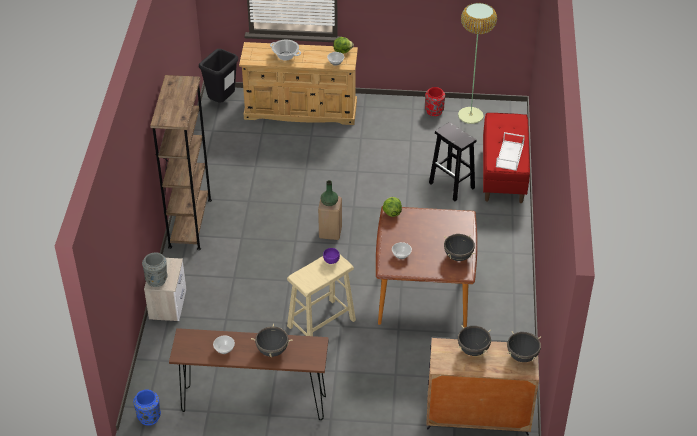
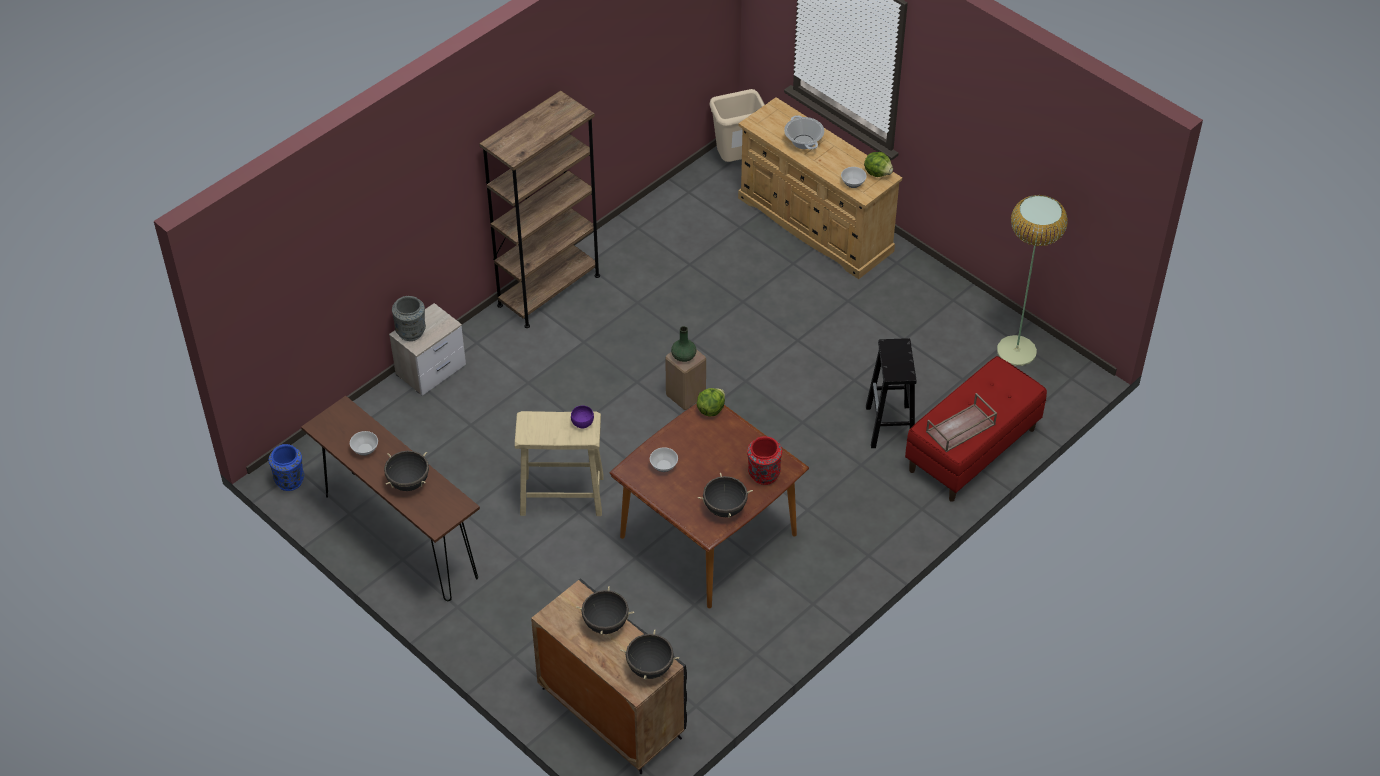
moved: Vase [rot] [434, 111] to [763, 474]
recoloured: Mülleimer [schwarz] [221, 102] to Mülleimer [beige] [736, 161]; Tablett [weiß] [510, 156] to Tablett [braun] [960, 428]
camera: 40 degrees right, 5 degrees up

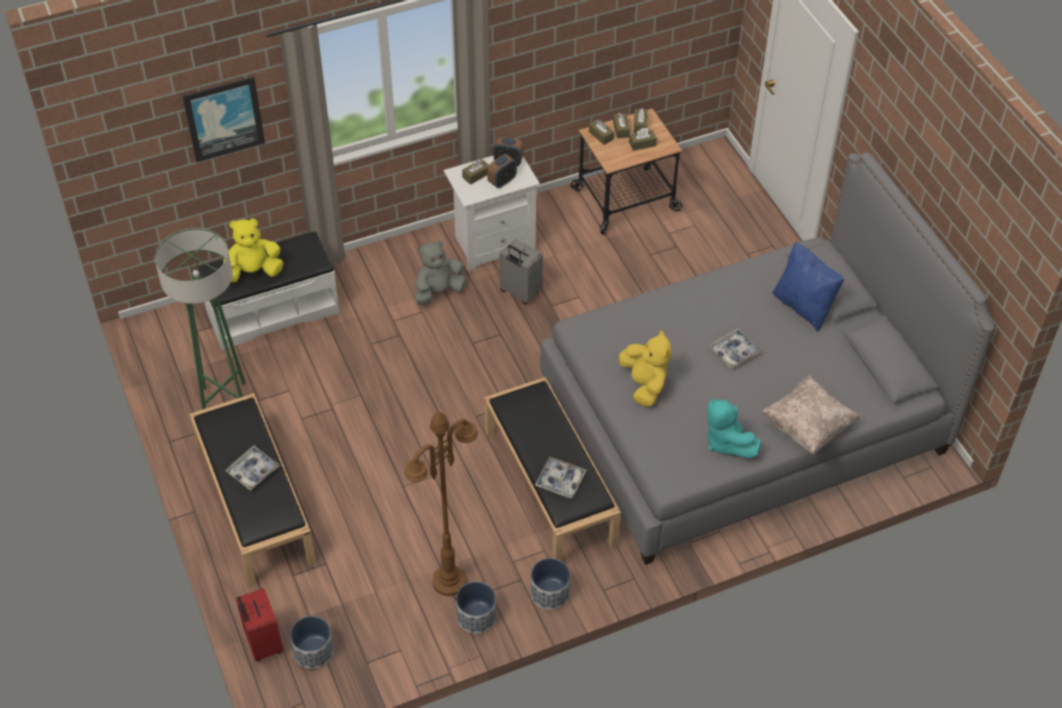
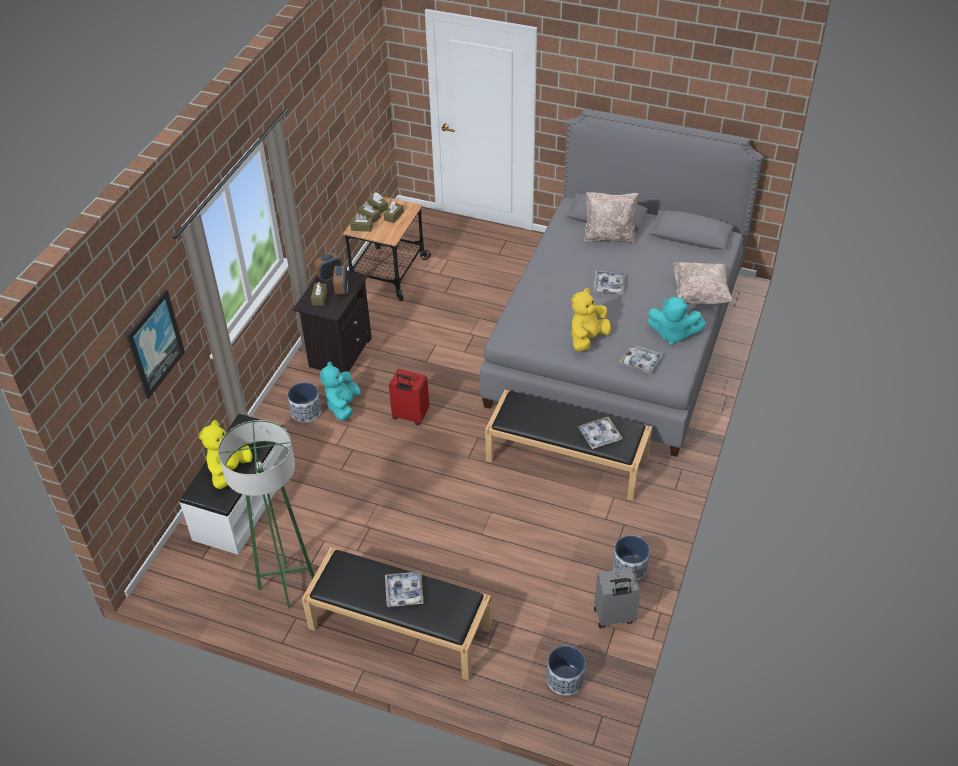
removed: Stehlampe [braun] [449, 581]
added: Tablett [640, 362]
moved: Pflanzkübel [550, 593] to [306, 412]; Koffer [rot] [262, 643] to [410, 416]; Koffer [grau] [519, 292] to [614, 617]
recoloured: Nachttisch [weiß] [493, 243] to Nachttisch [schwarz] [339, 353]; Plüschtier [grau] [438, 292] to Plüschtier [türkis] [343, 406]; Kissen [blau] [803, 306] to Kissen [beige] [609, 237]
turned: Plüschtier [gelb] [644, 385] = [587, 339] 75 degrees counterclockwise
camera: 45 degrees left, 5 degrees down

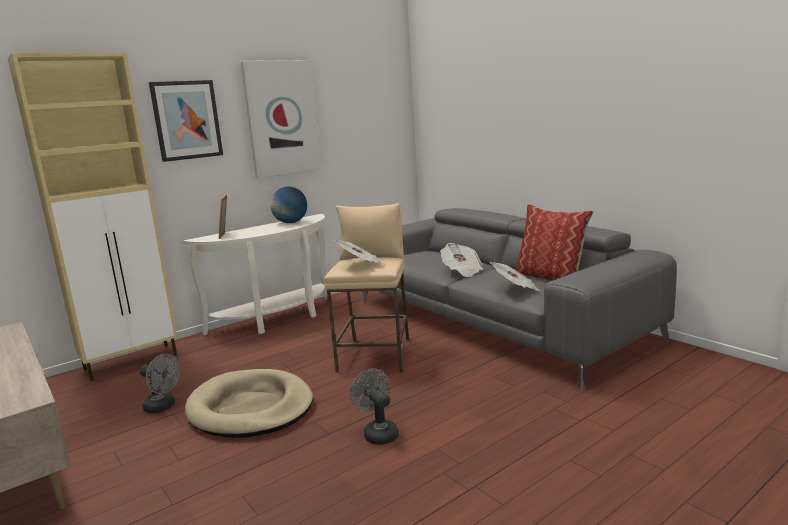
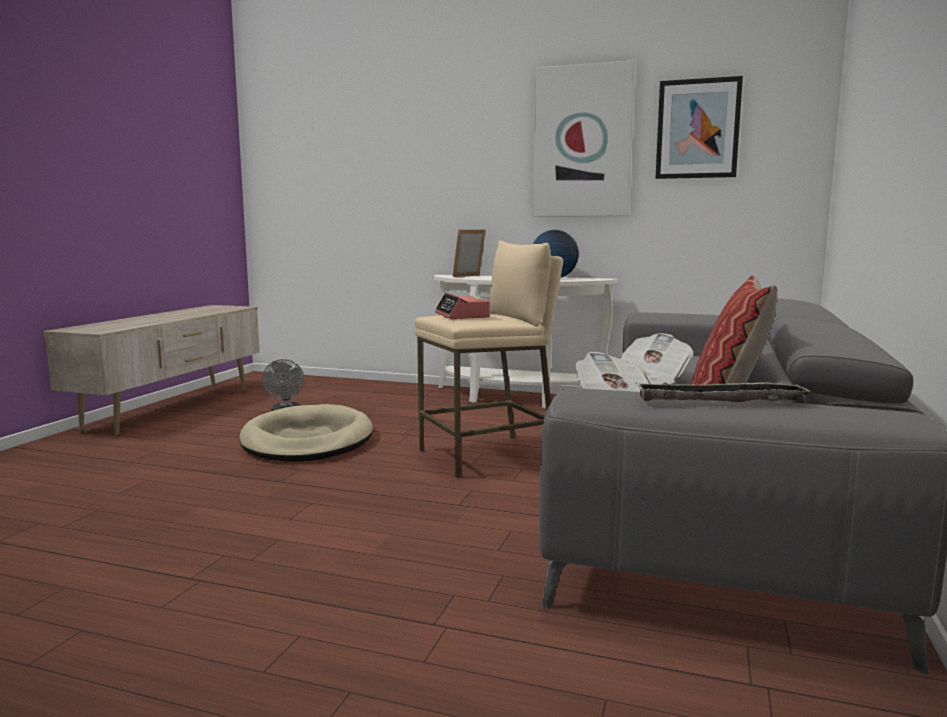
removed: Schrank [beige] [132, 362]; Ventilator [grau] [378, 433]
added: Tablett [719, 400]
moved: Bild [187, 120] to [697, 129]
replaced: Zeitung [361, 265] to Wecker [462, 316]
camera: 55 degrees right, 5 degrees down

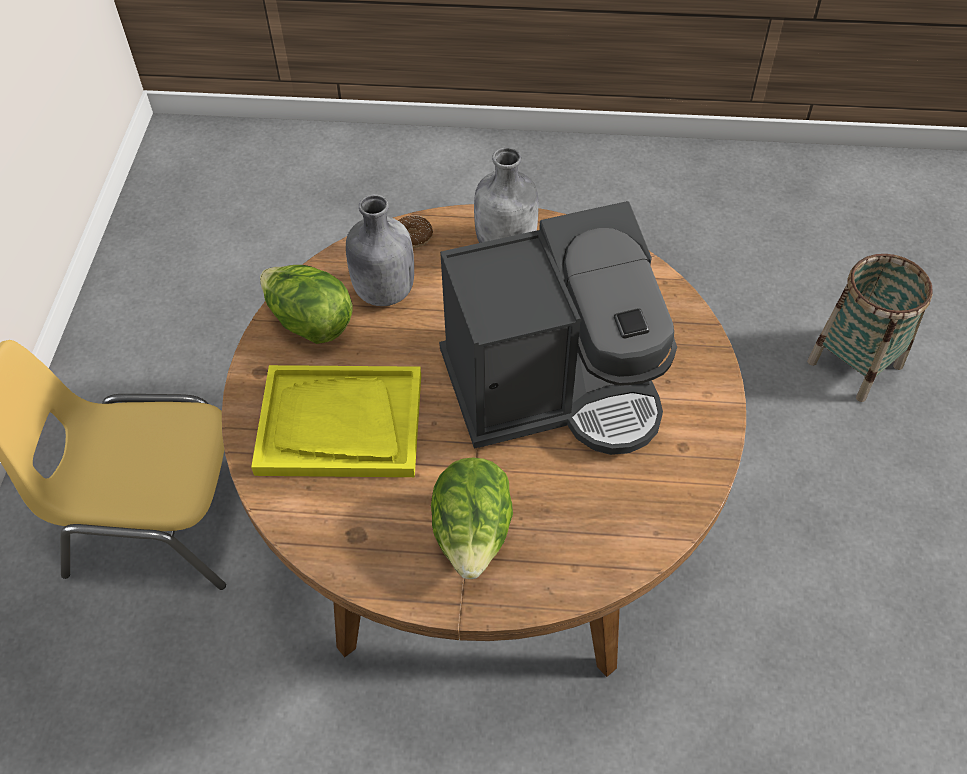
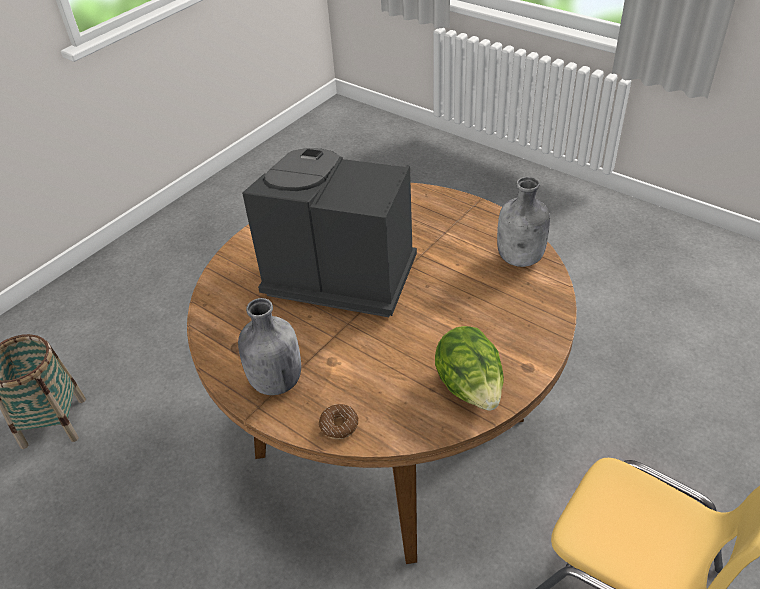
removed: Tablett [gelb] [339, 424]; Salatkopf [473, 535]
moved: Flasche [grau] [383, 292] to [521, 258]
camera: 145 degrees left, 10 degrees down

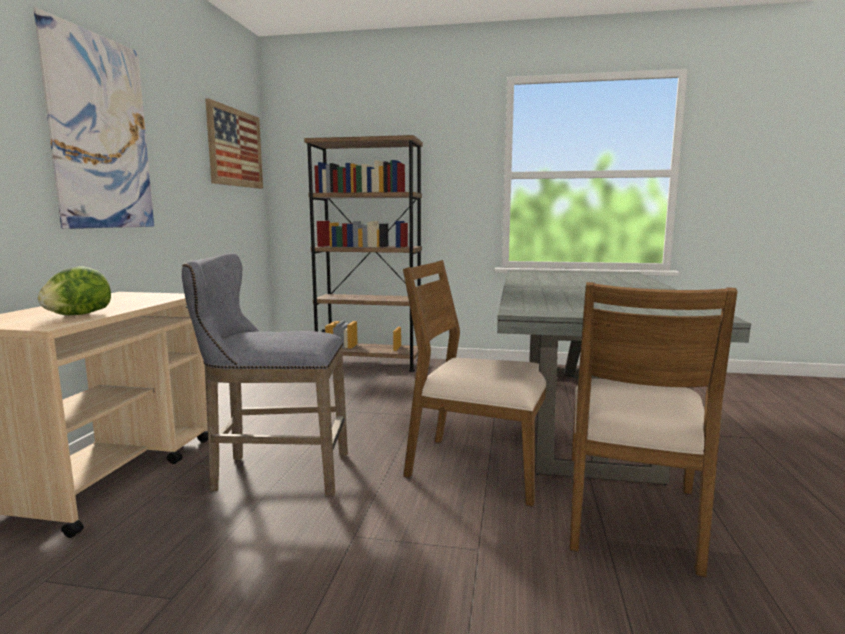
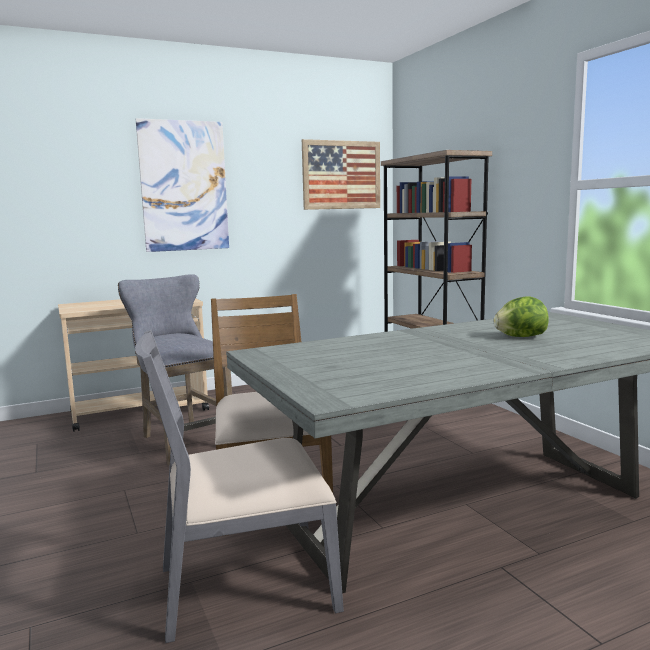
moved: Salatkopf [78, 315] to [520, 337]
recoloured: Stuhl [braun] [631, 517] to Stuhl [grau] [245, 585]
camera: 55 degrees right, 0 degrees up

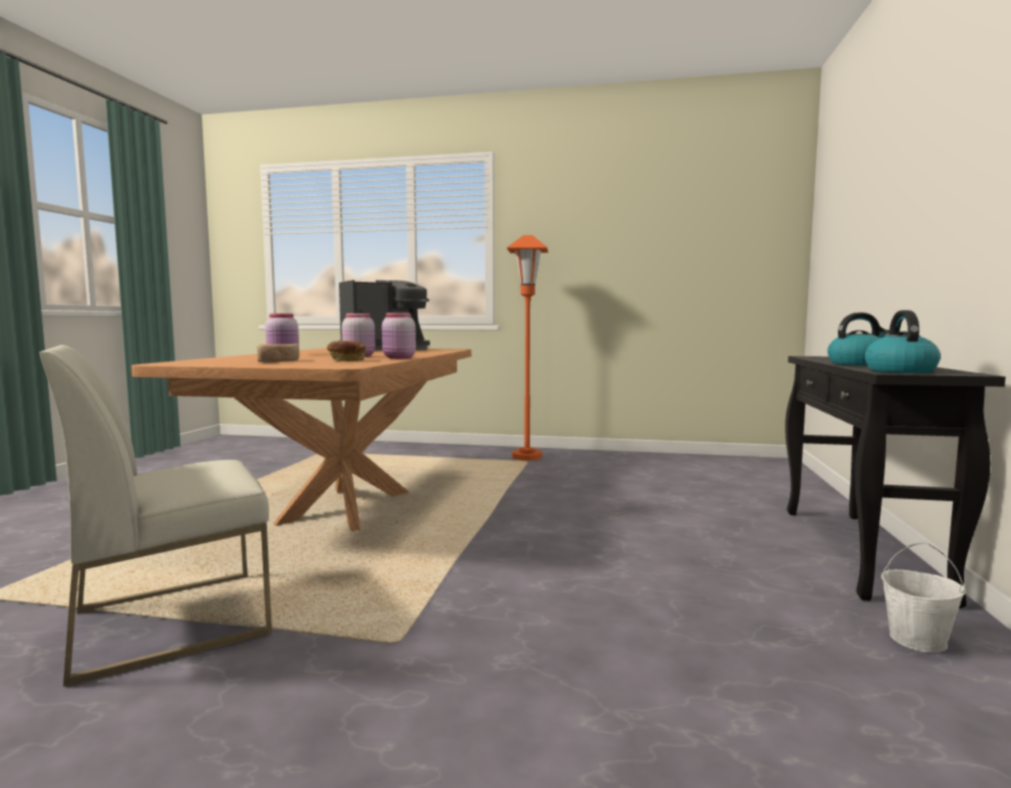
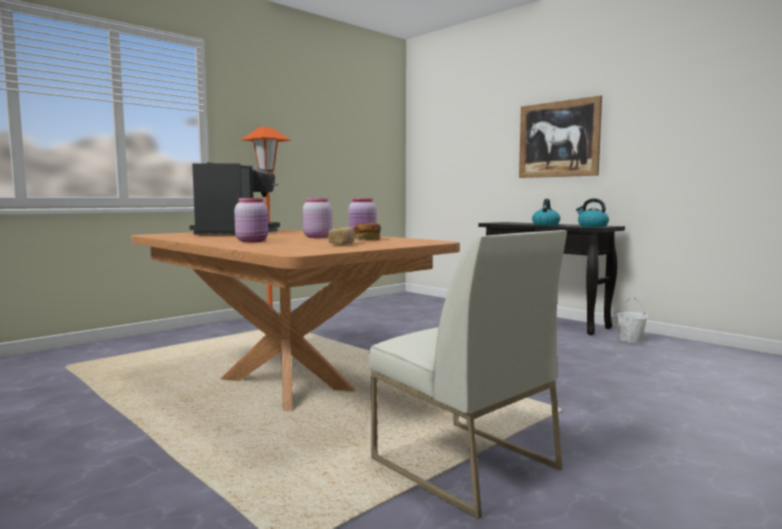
added: Bild [558, 139]
turned: Stuhl [weiß] [173, 621] = [463, 464] 45 degrees counterclockwise
camera: 55 degrees left, 0 degrees up

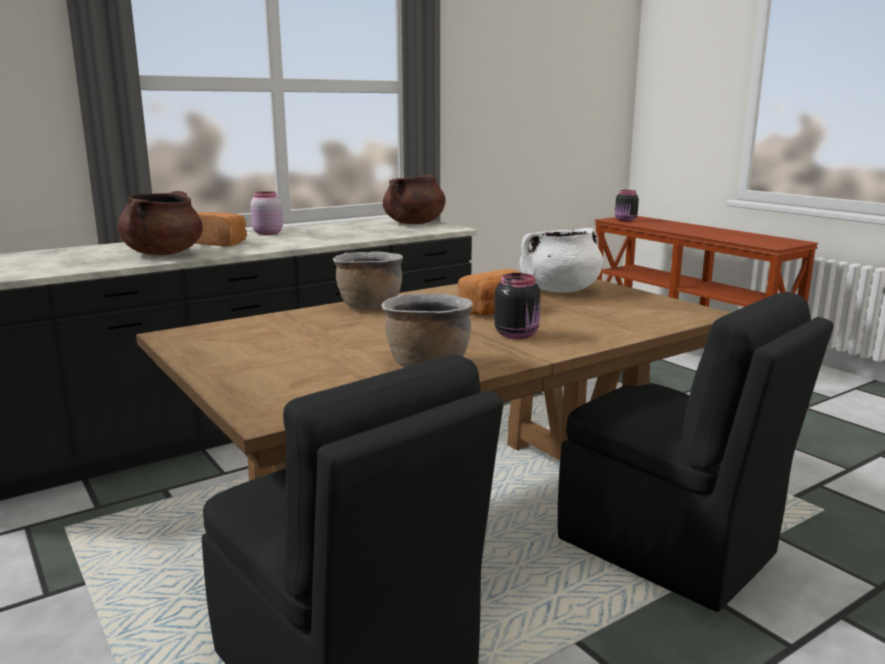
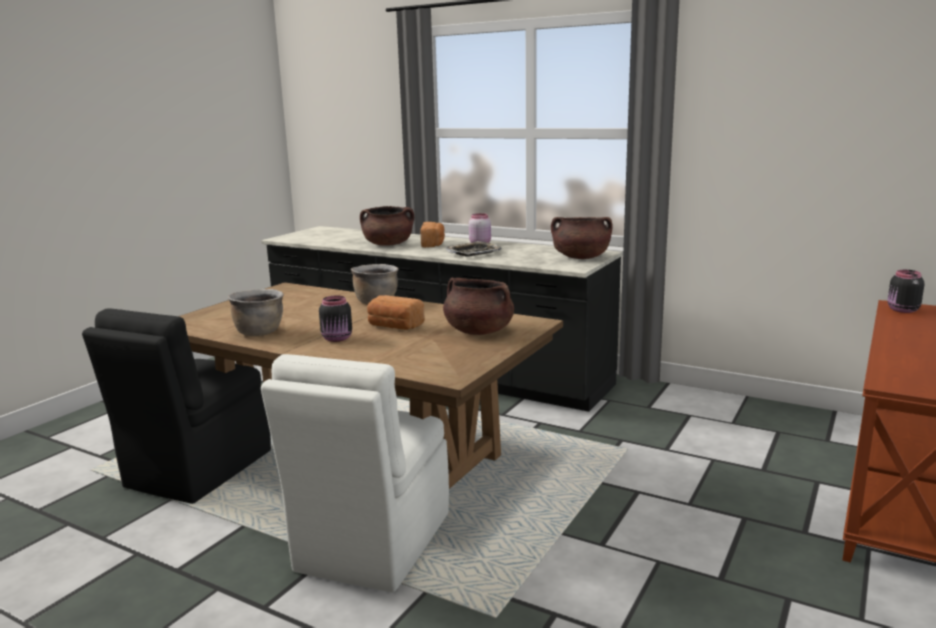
added: Tablett [473, 253]
recoloured: Stuhl [schwarz] [670, 549] to Stuhl [weiß] [371, 544]; Kochtopf [weiß] [559, 290] to Kochtopf [braun] [478, 331]
camera: 65 degrees right, 0 degrees up

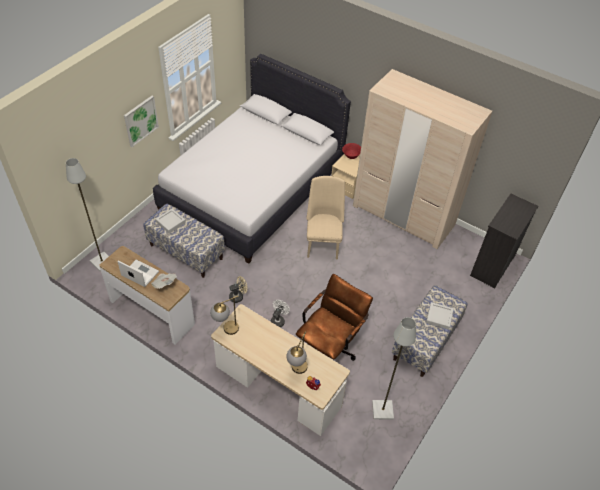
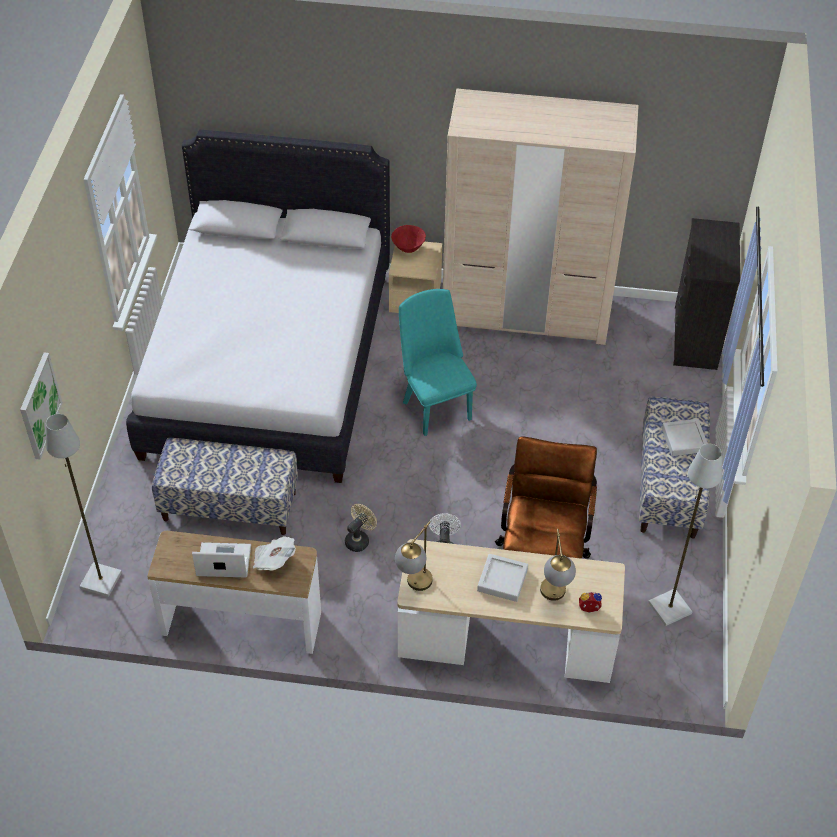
moved: Bild [140, 120] to [39, 405]; Tablett [grau] [170, 222] to [502, 580]
recoloured: Stuhl [beige] [322, 244] to Stuhl [türkis] [434, 406]
camera: 25 degrees left, 0 degrees up

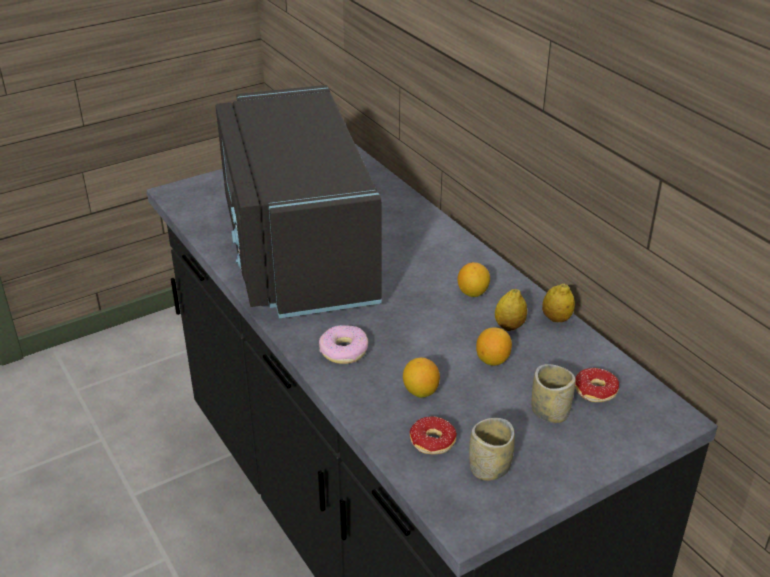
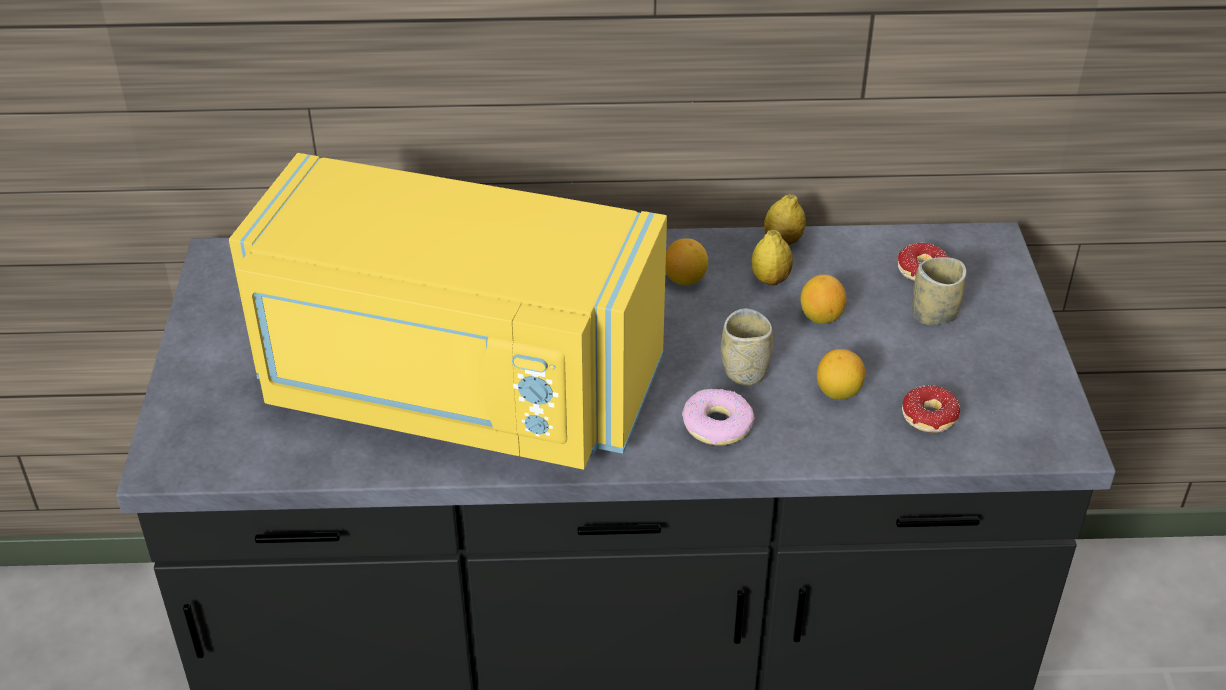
moved: Tasse [489, 468] to [744, 371]
recoloured: Mikrowelle [schwarz] [295, 250] to Mikrowelle [gelb] [455, 390]
camera: 60 degrees left, 5 degrees up

